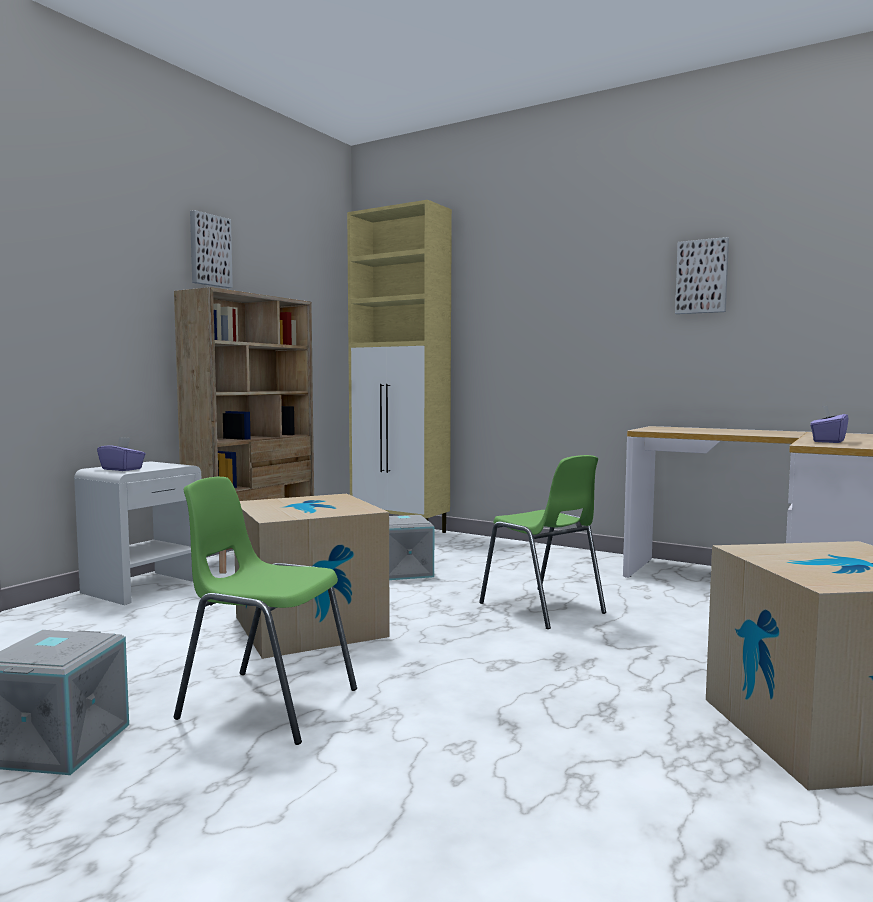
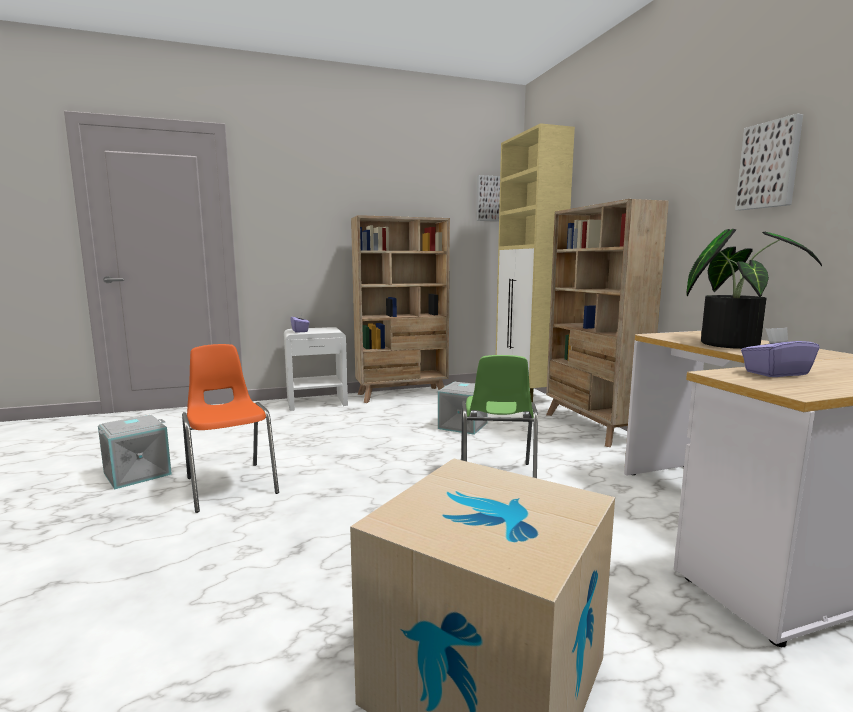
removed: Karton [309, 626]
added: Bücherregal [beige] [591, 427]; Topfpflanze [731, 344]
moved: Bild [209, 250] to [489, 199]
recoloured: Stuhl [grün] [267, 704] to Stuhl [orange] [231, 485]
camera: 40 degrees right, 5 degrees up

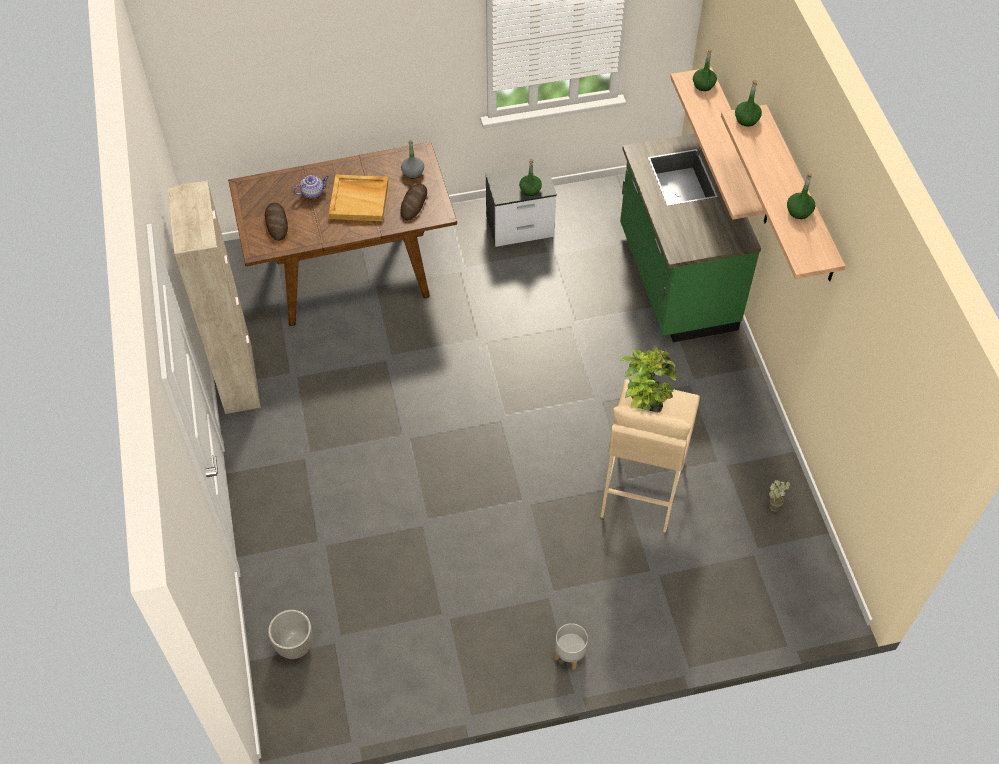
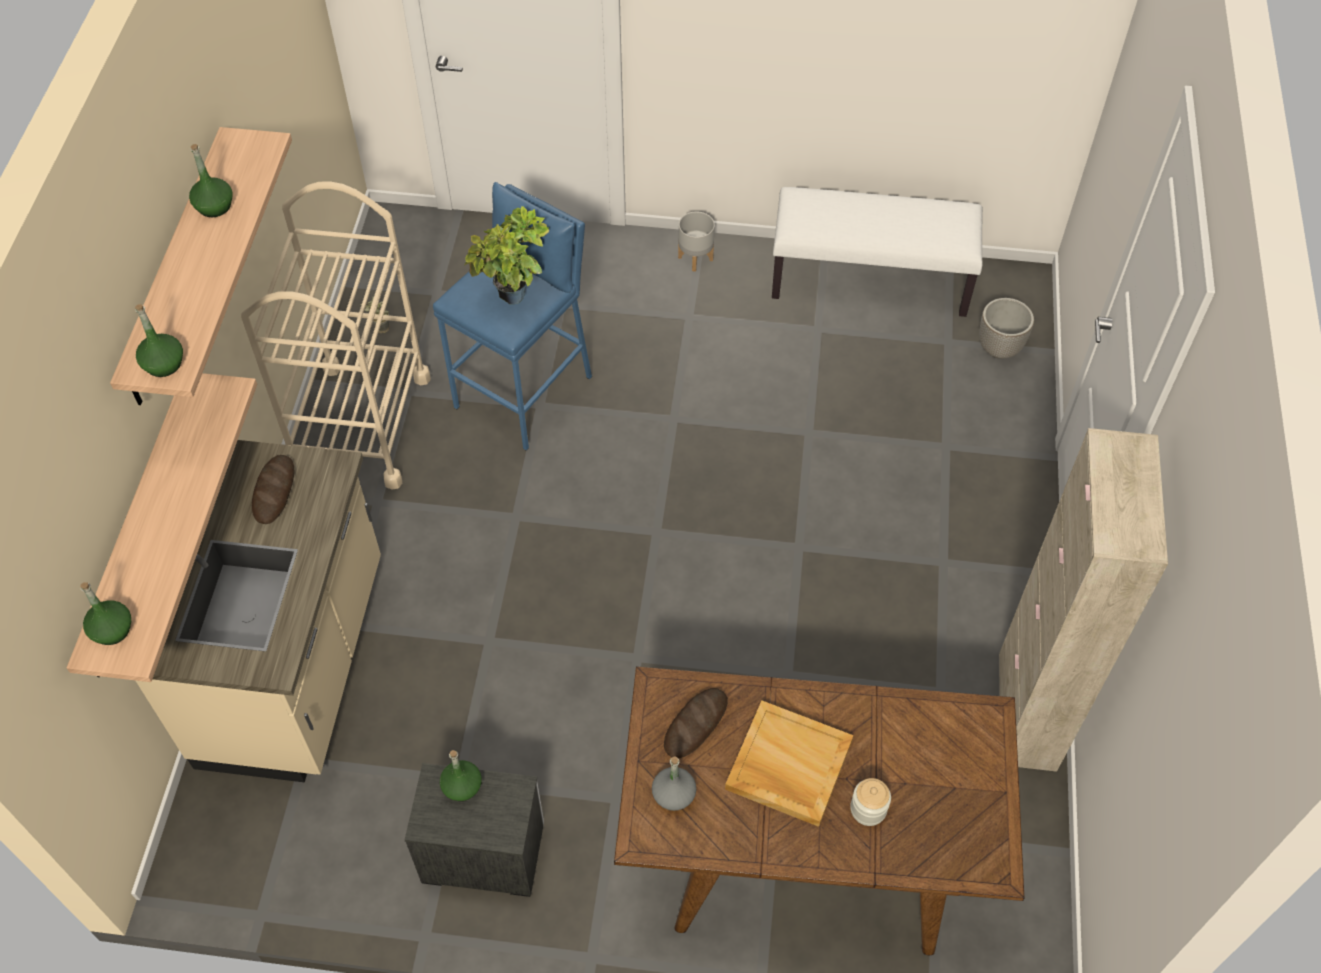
added: Rollwagen [beige] [361, 424]; Bank [weiß] [870, 280]
moved: Brot [276, 223] to [274, 491]
replaced: Teekanne [313, 193] to Vorratsglas [868, 809]
recoloured: Küchenzeile [grün] [675, 280] to Küchenzeile [beige] [296, 664]; Hocker [beige] [641, 489] to Hocker [blau] [525, 392]
camera: 160 degrees left, 0 degrees up

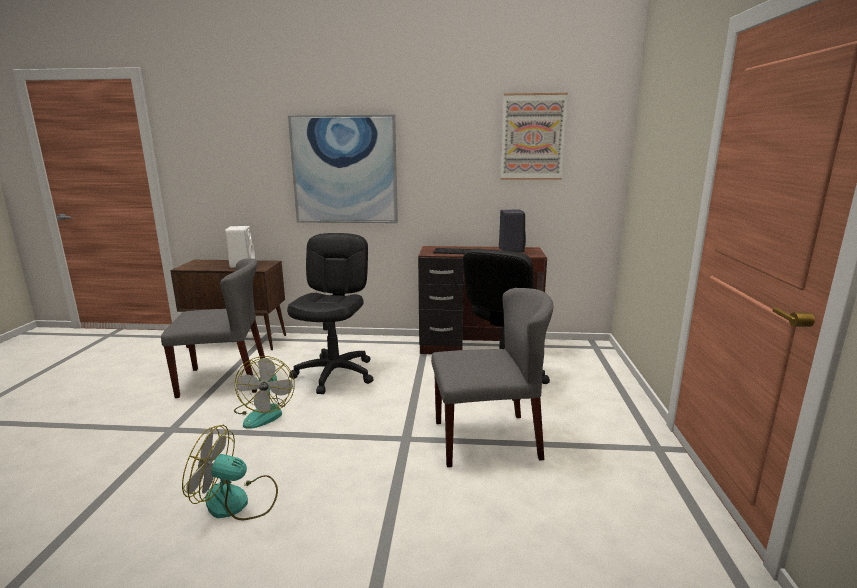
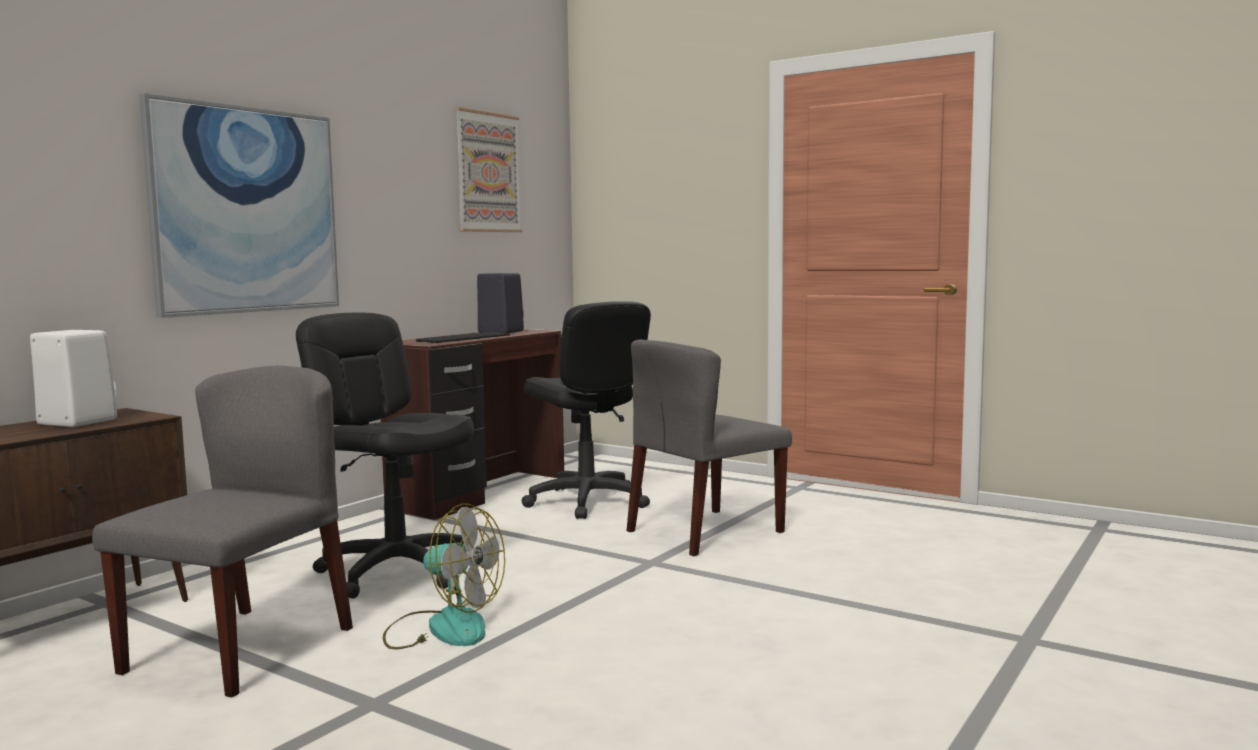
removed: Ventilator [237, 502]
turned: Stuhl [grau] [487, 439] = [704, 532] 150 degrees counterclockwise
camera: 60 degrees left, 10 degrees down

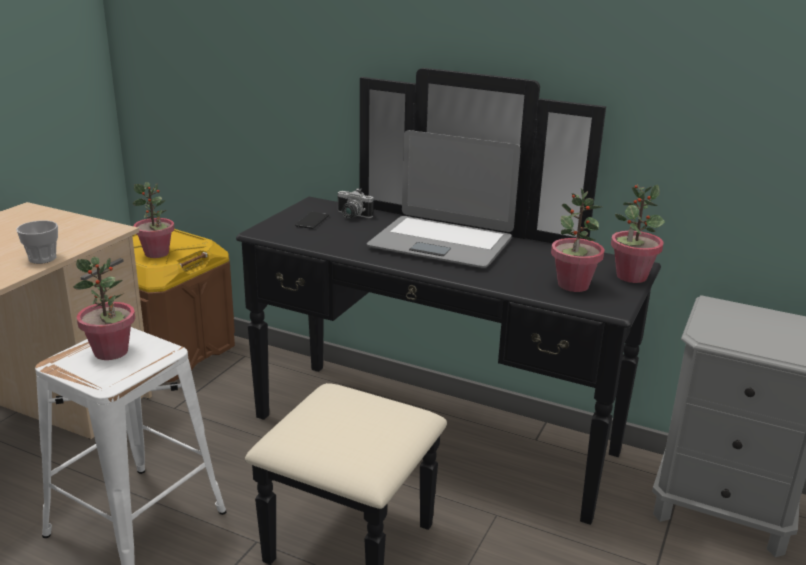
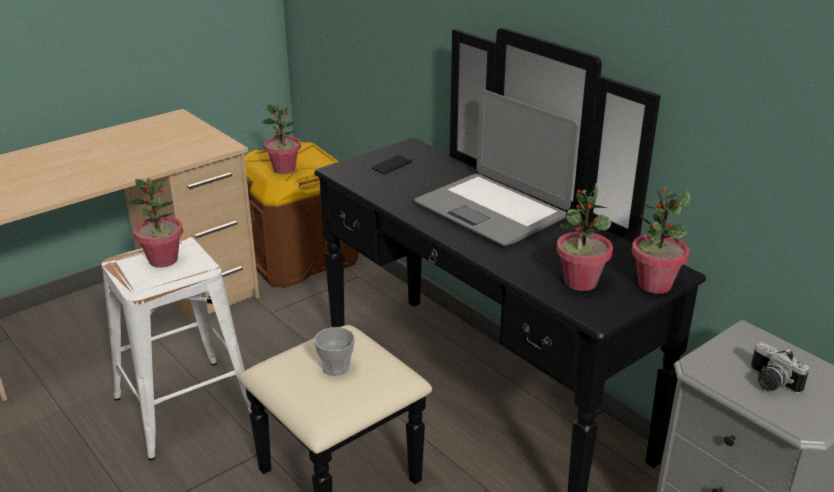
moved: Tasse [42, 258] to [336, 367]; Kamera [351, 216] to [770, 383]
camera: 25 degrees right, 5 degrees up

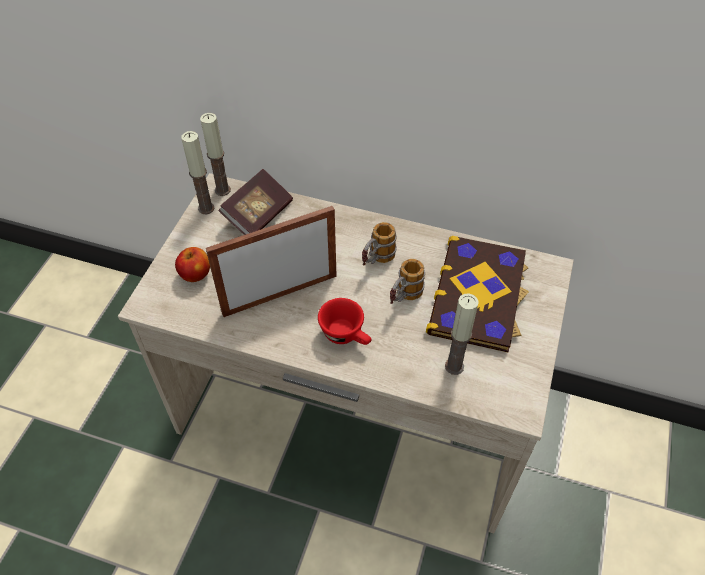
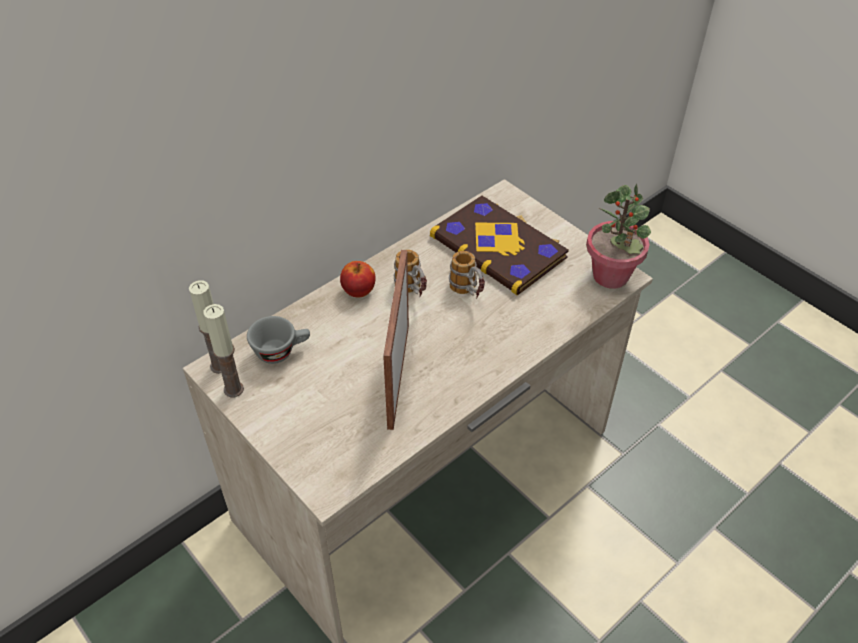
removed: Tasse [rot] [347, 335]; Kerze [454, 366]
added: Topfpflanze [611, 276]
moved: Apfel [195, 275] to [358, 291]
replaced: Buch [258, 214] to Tasse [grau] [281, 351]
camera: 60 degrees left, 5 degrees down

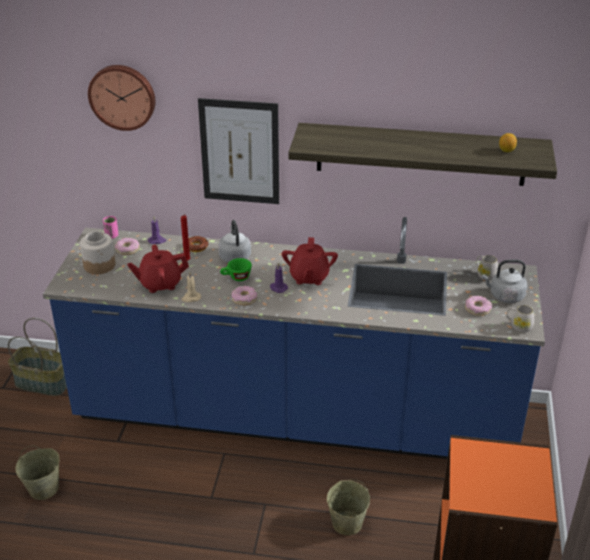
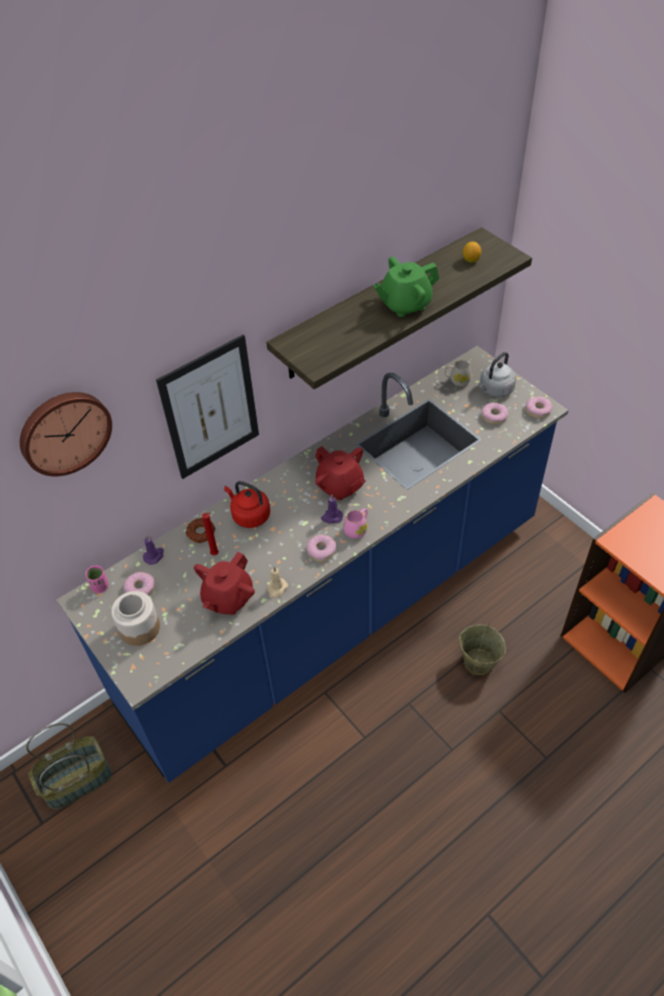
removed: Eimer [beige] [44, 488]; Tasse [grün] [236, 278]
added: Henkelbecher [rosa] [357, 529]; Teekanne [grün] [405, 304]
replaced: Henkelbecher [weiß] [518, 326] to Donut [538, 410]
recoloured: Wasserkessel [grau] [234, 256] to Wasserkessel [rot] [249, 515]
camera: 45 degrees left, 15 degrees up

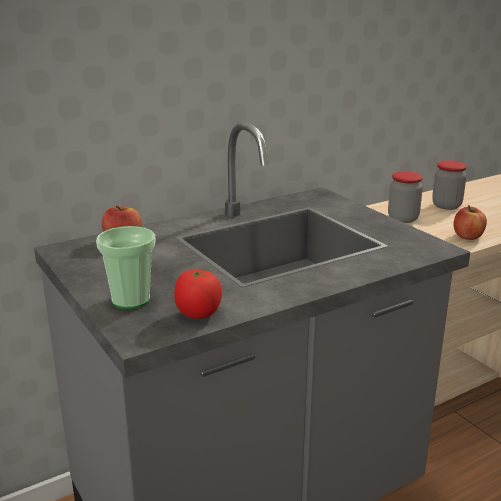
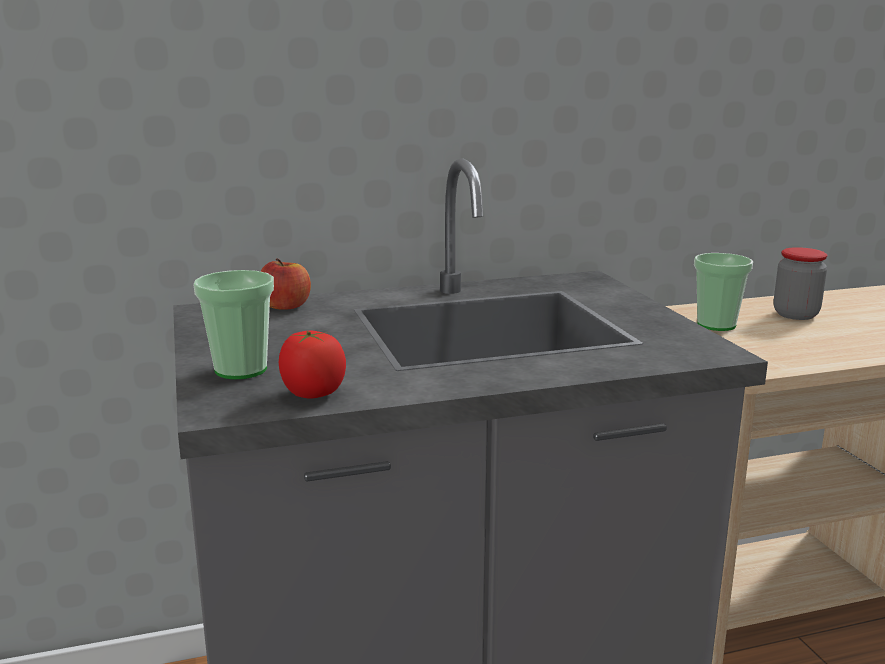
removed: Apfel [467, 236]
replaced: Vorratsglas [403, 218] to Tasse [716, 325]
camera: 15 degrees right, 5 degrees down

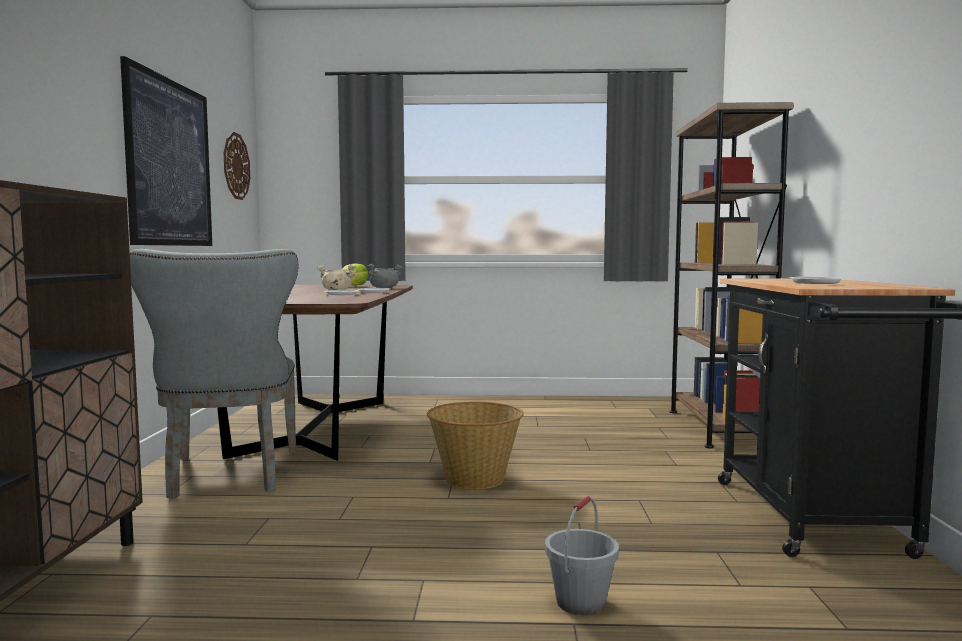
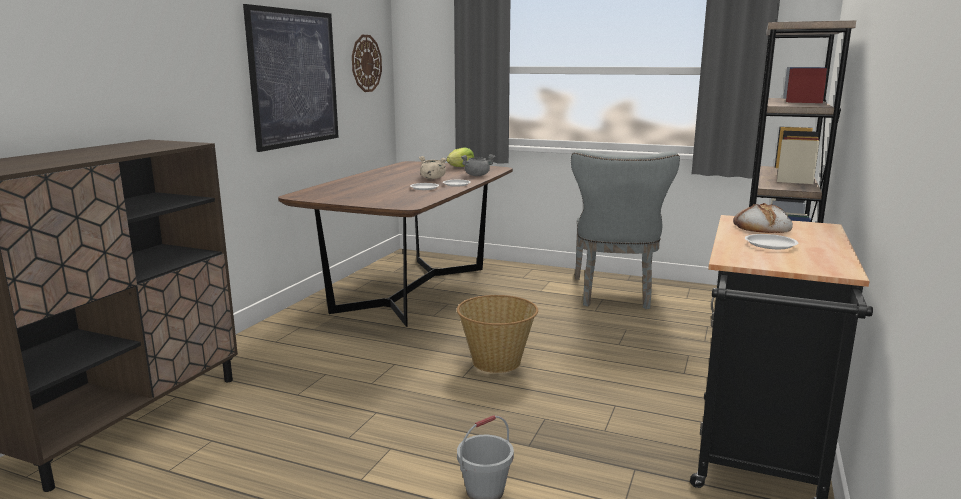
added: Brot [761, 227]
moved: Stuhl [grau] [230, 476] to [614, 295]
camera: 20 degrees right, 10 degrees up

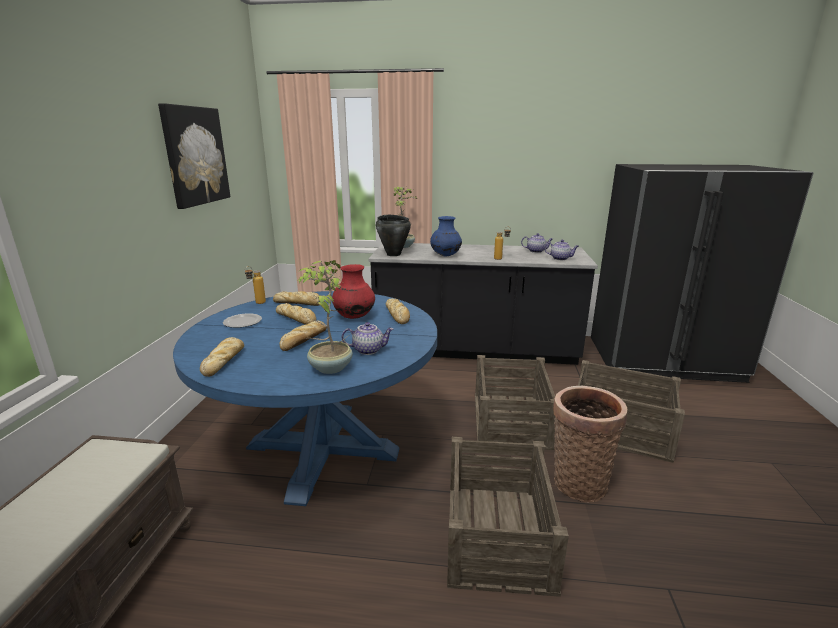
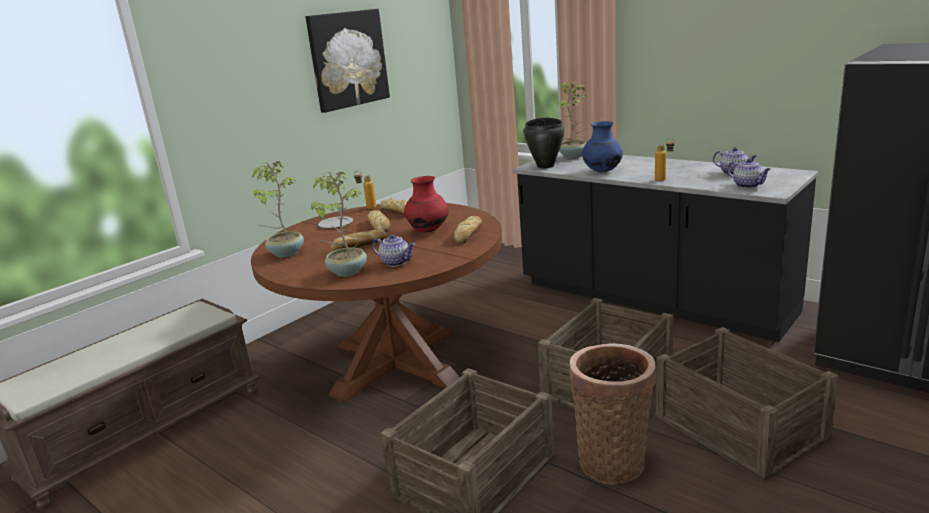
replaced: Brot [224, 360] to Topfpflanze [285, 253]
recoloured: Esstisch [blau] [322, 449] to Esstisch [braun] [395, 362]
camera: 35 degrees right, 0 degrees up

